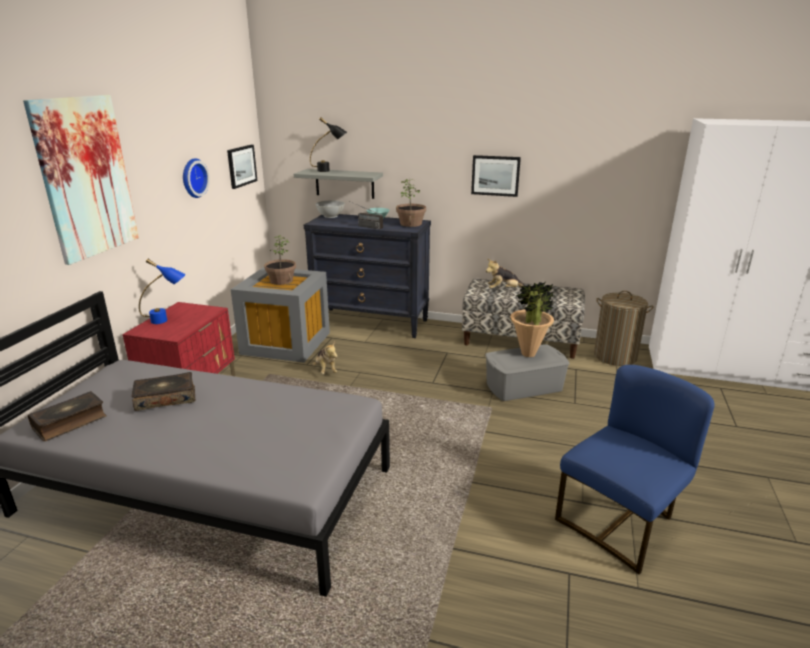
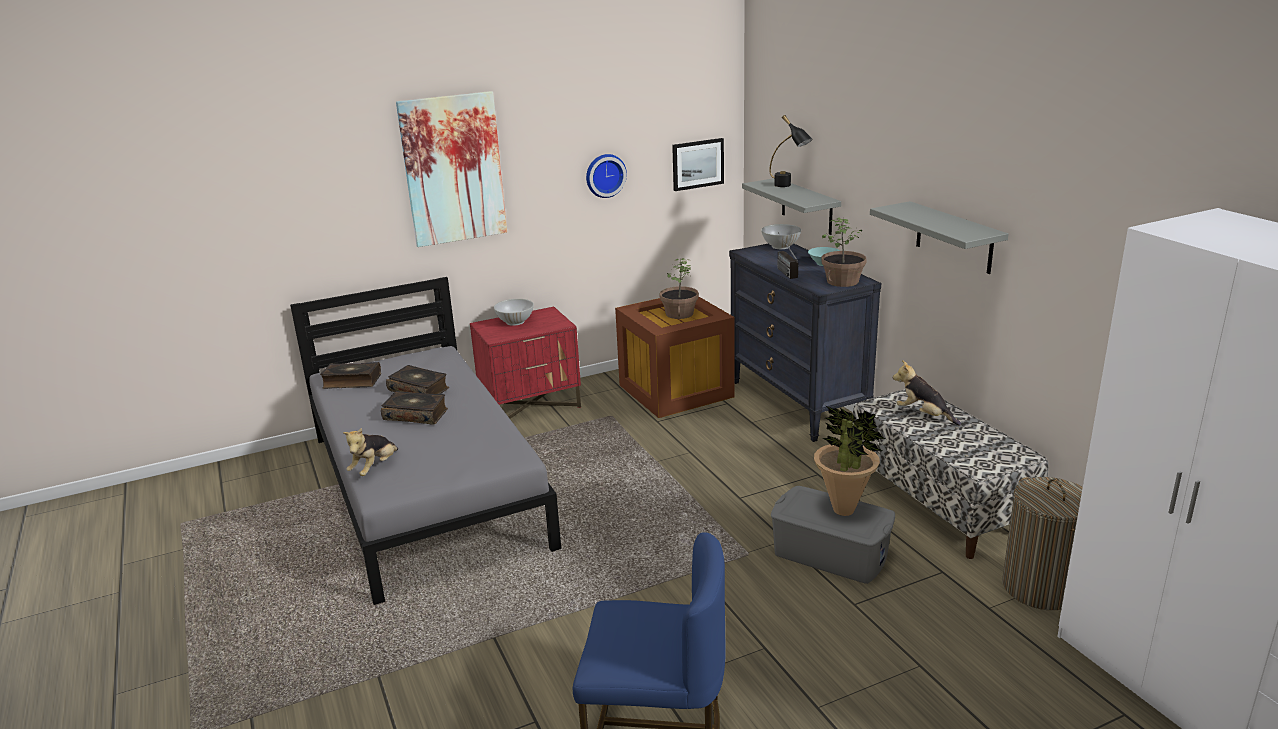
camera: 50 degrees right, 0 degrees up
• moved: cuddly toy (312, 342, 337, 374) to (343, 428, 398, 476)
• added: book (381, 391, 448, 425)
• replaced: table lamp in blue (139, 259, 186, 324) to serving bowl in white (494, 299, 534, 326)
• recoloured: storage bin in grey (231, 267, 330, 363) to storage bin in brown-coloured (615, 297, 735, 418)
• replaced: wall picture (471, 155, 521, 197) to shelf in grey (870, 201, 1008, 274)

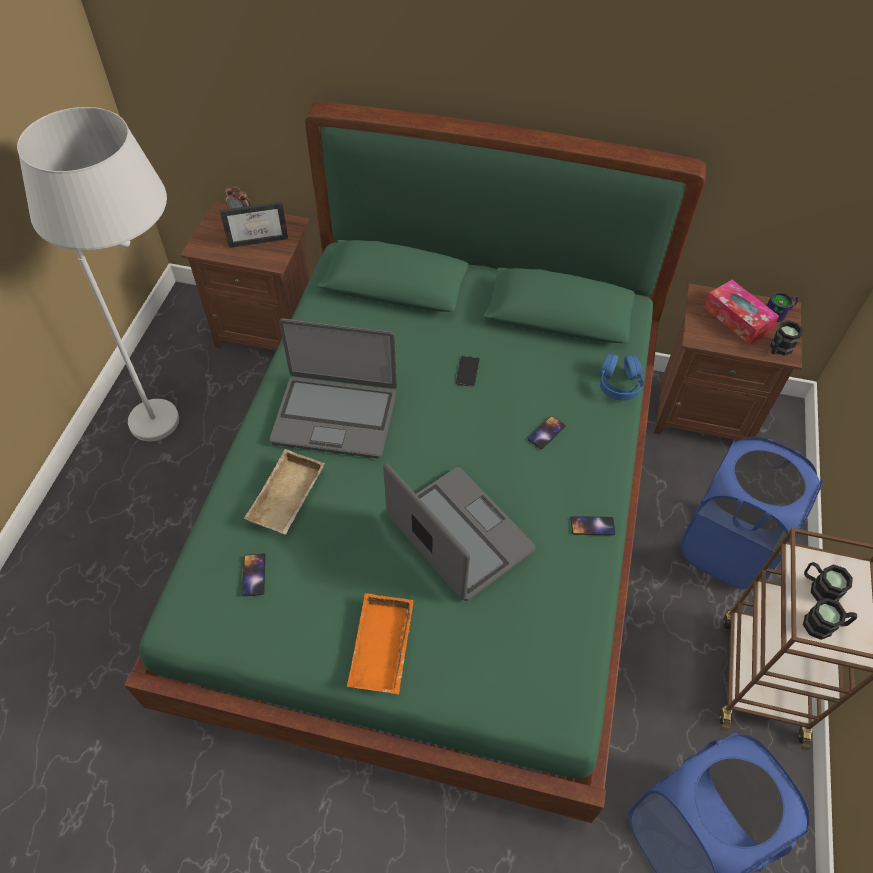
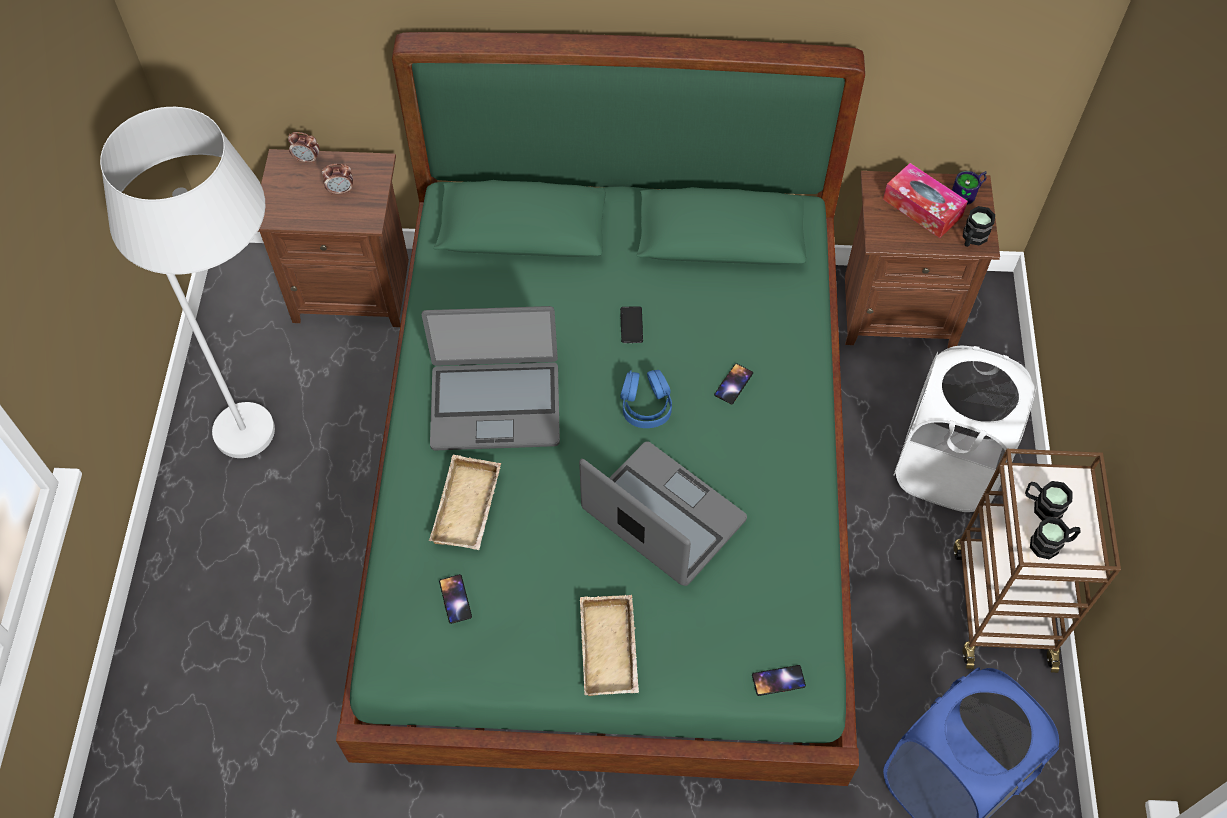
camera: 10 degrees left, 5 degrees up
• replaced: standing frame (220, 201, 288, 248) to table clock (322, 164, 353, 195)
• recoloured: tray in orangey (347, 593, 414, 694) to tray in beige (580, 595, 639, 696)
• moved: headset in blue (599, 352, 644, 400) to (620, 370, 672, 428)
• moved: telephone (571, 516, 615, 535) to (752, 665, 806, 696)
• recoloured: laundry basket in blue (679, 437, 823, 589) to laundry basket in white (893, 346, 1037, 512)

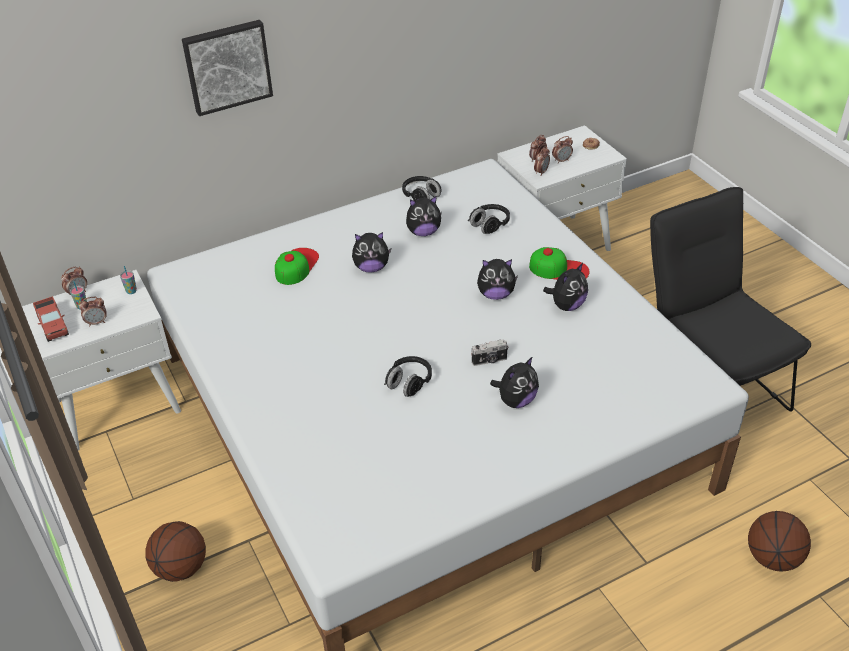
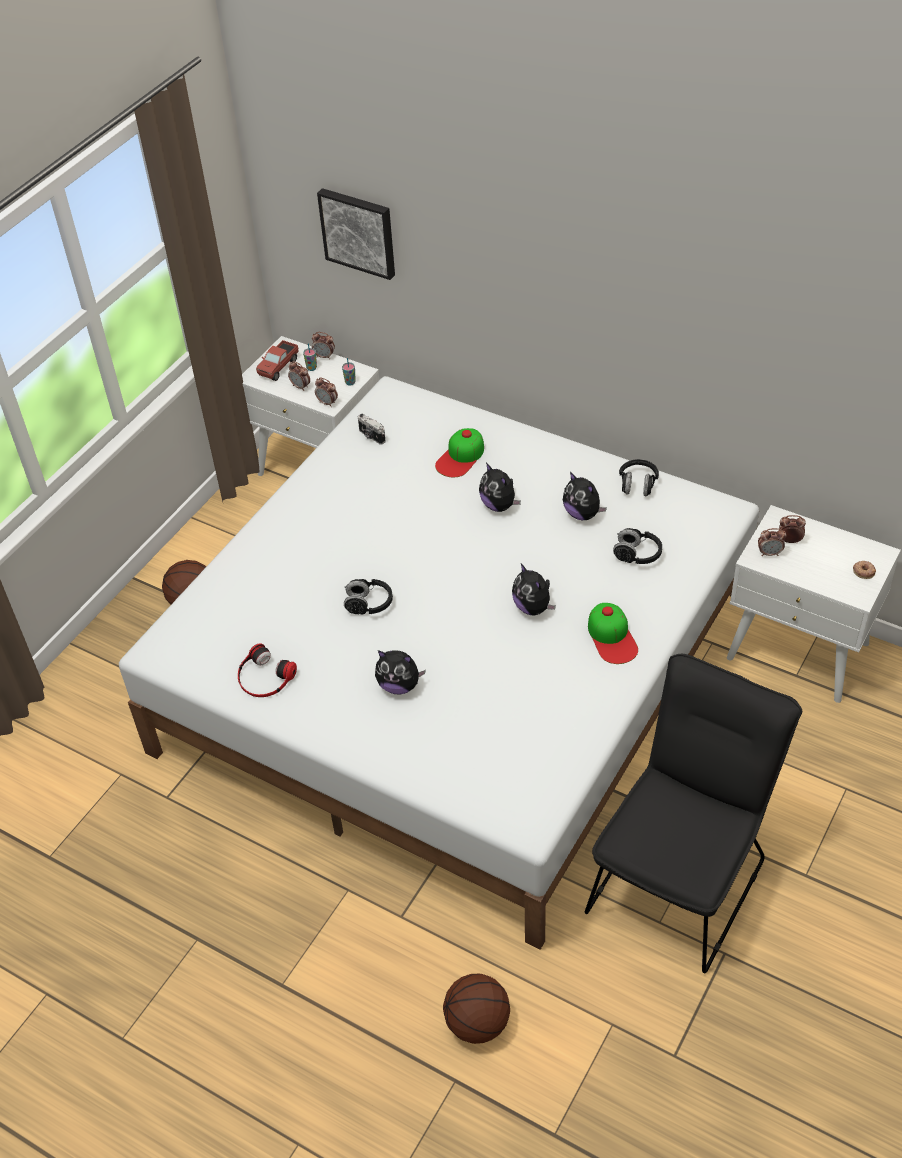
camera: 60 degrees right, 5 degrees up
• added: headset (238, 643, 297, 697)
• moved: table clock (552, 136, 573, 164) to (315, 378, 338, 407)
• moved: wall picture (182, 20, 273, 116) to (317, 188, 395, 280)
• moved: still camera (471, 339, 509, 366) to (358, 414, 386, 445)
• turned: peaked cap (275, 248, 319, 285) = (435, 428, 484, 477) 135 degrees clockwise
• removed: cuddly toy (543, 263, 588, 311)

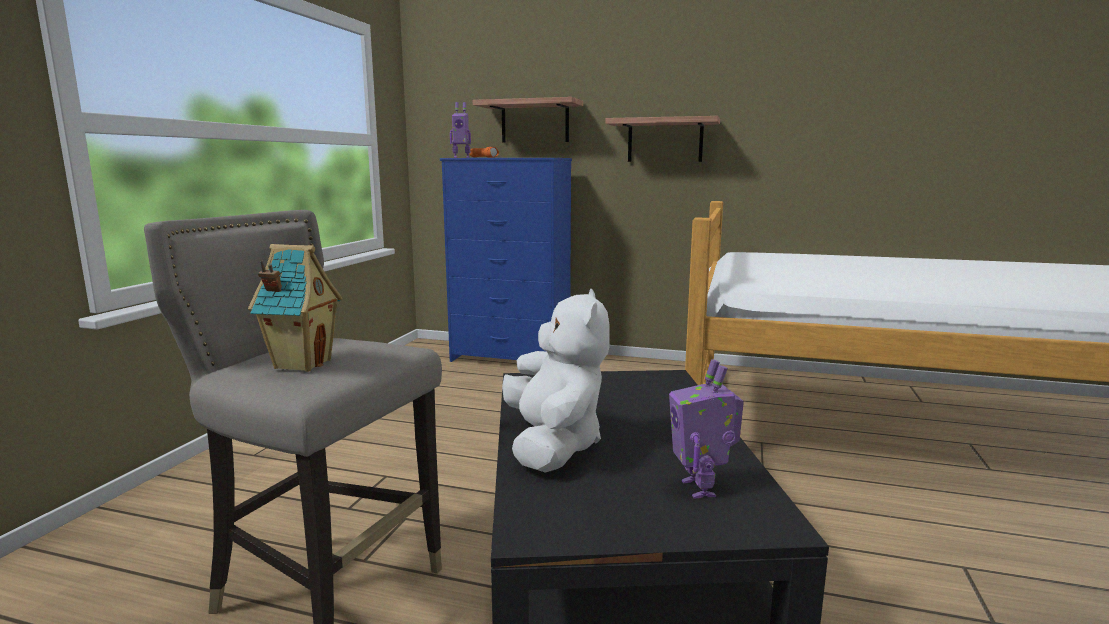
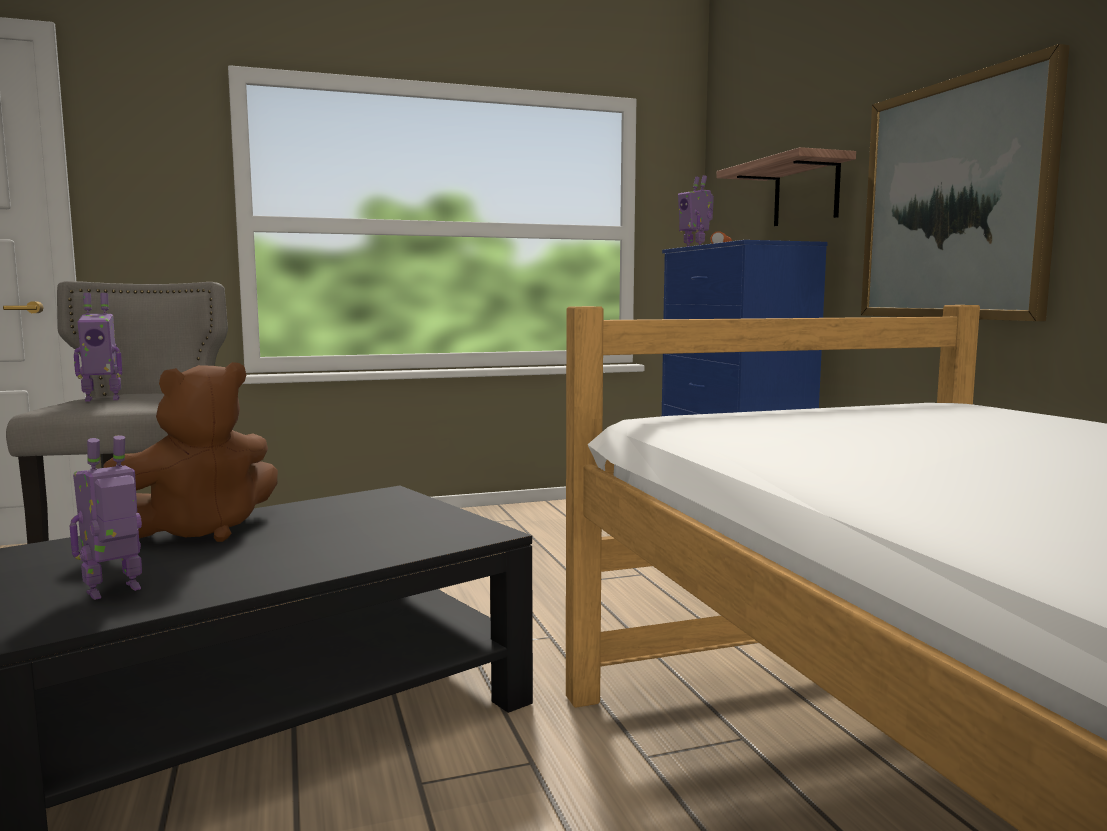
camera: 55 degrees right, 5 degrees down
• replaced: model house (248, 244, 342, 372) to toy robot (74, 293, 122, 402)
• recoloured: cuddly toy in white (502, 289, 610, 473) to cuddly toy in brown-coloured (103, 362, 278, 542)
• replaced: shelf (605, 116, 720, 162) to wall picture (861, 44, 1070, 321)

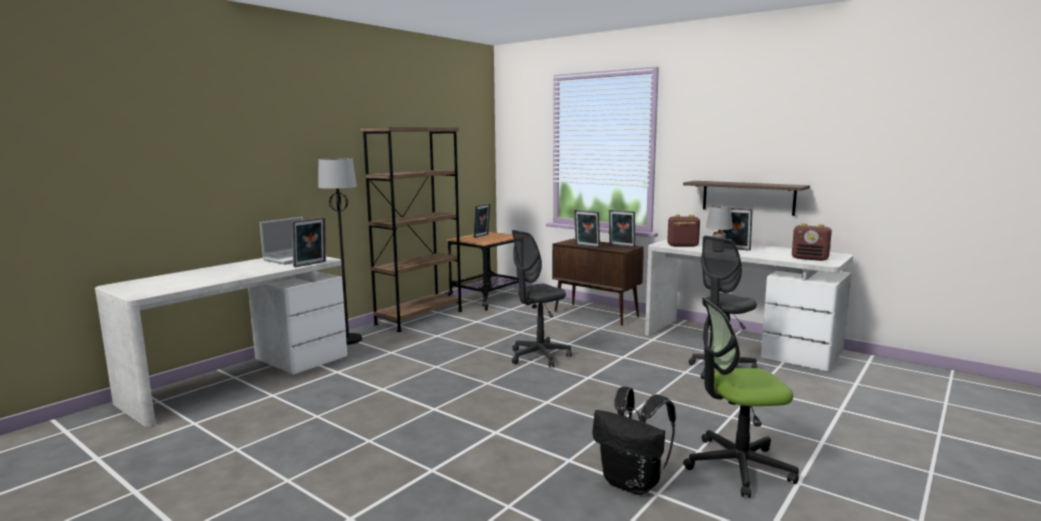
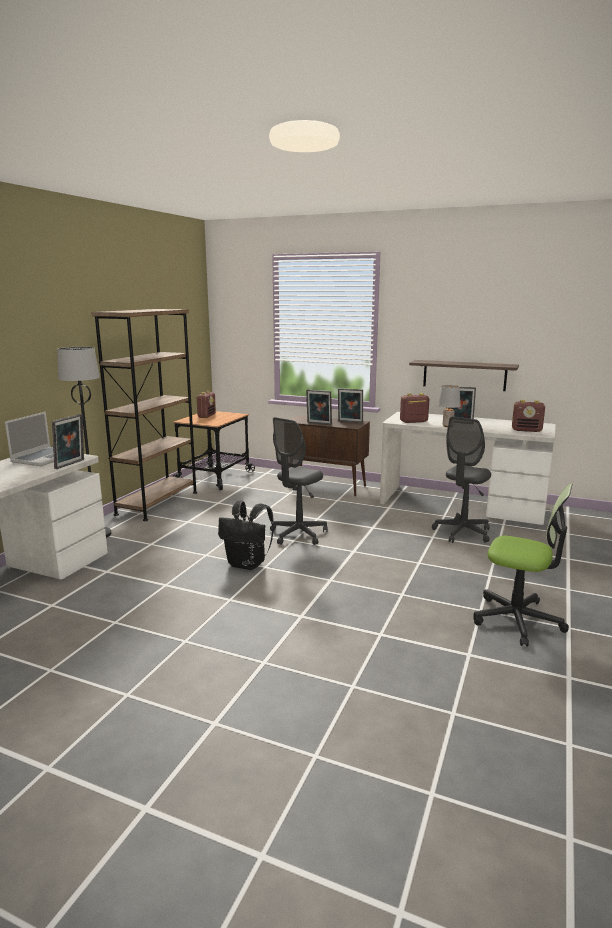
camera: 15 degrees left, 5 degrees up
• replaced: standing frame (474, 204, 490, 238) to radio receiver (196, 391, 216, 418)
• moved: knapsack in black-coloured (592, 387, 676, 495) to (218, 501, 274, 570)
• turned: desk chair (683, 297, 799, 498) = (473, 483, 573, 646) 135 degrees counterclockwise

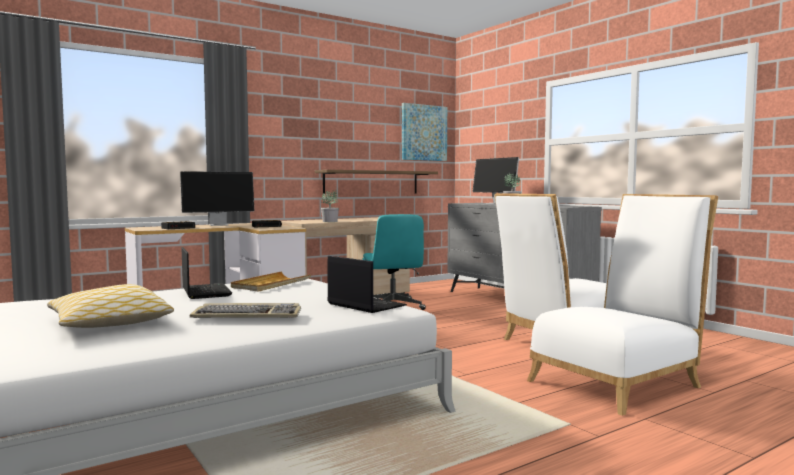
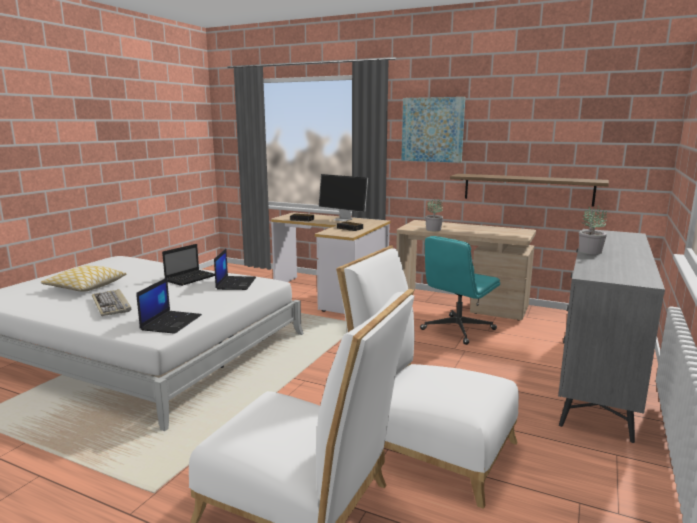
camera: 60 degrees right, 10 degrees up
• replaced: tray in beige (231, 271, 311, 292) to portable computer (214, 249, 256, 290)
• moved: wall picture (402, 103, 447, 161) to (401, 97, 465, 163)
• removed: monitor (472, 157, 519, 204)

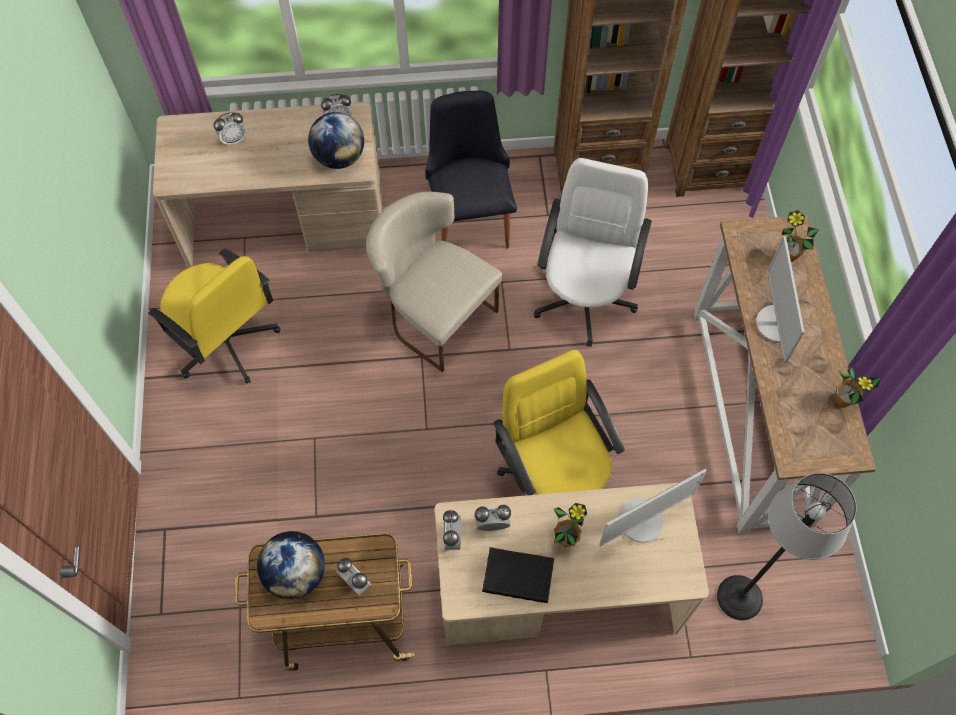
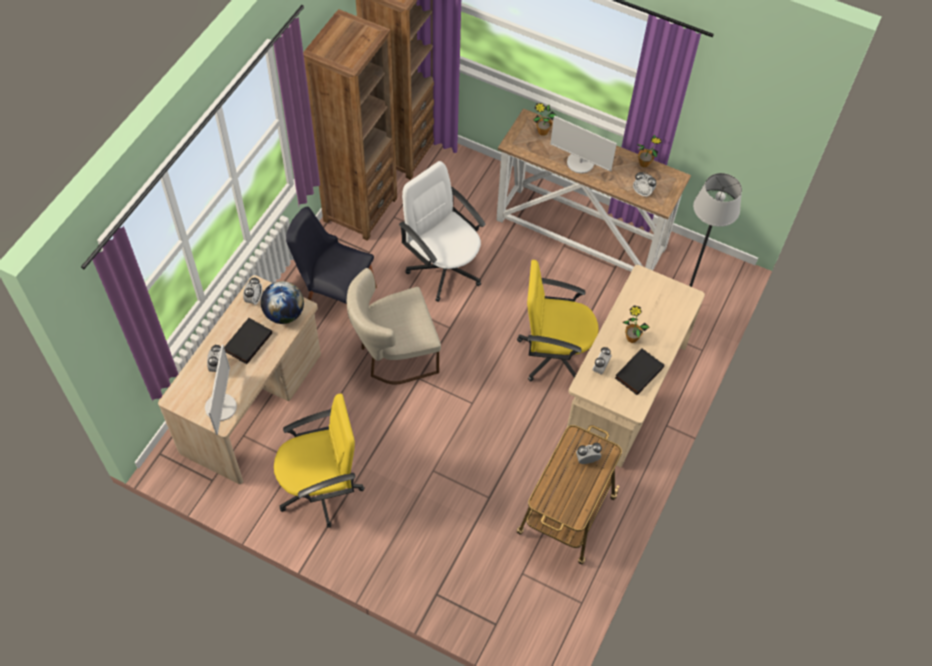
camera: 60 degrees left, 5 degrees down
• moved: monitor (599, 469, 707, 546) to (205, 345, 237, 435)
• added: book in black-coloured (224, 318, 272, 364)
• moved: table clock (443, 510, 461, 550) to (633, 172, 656, 197)
• removed: globe (257, 531, 325, 599)

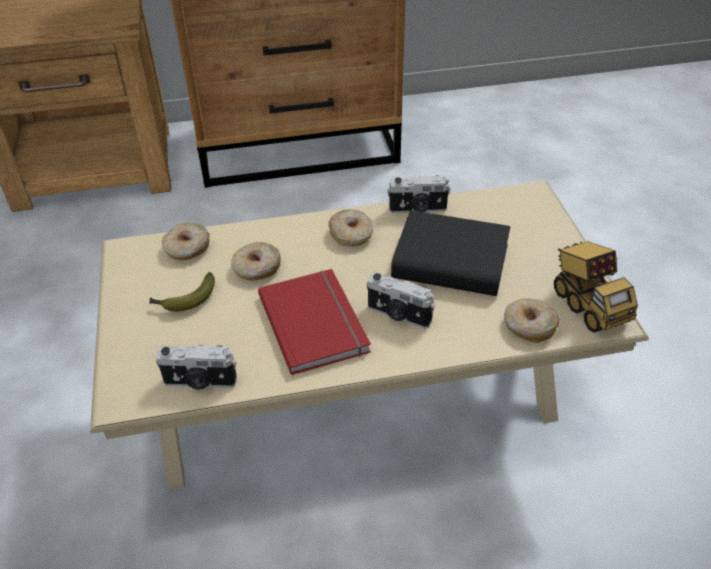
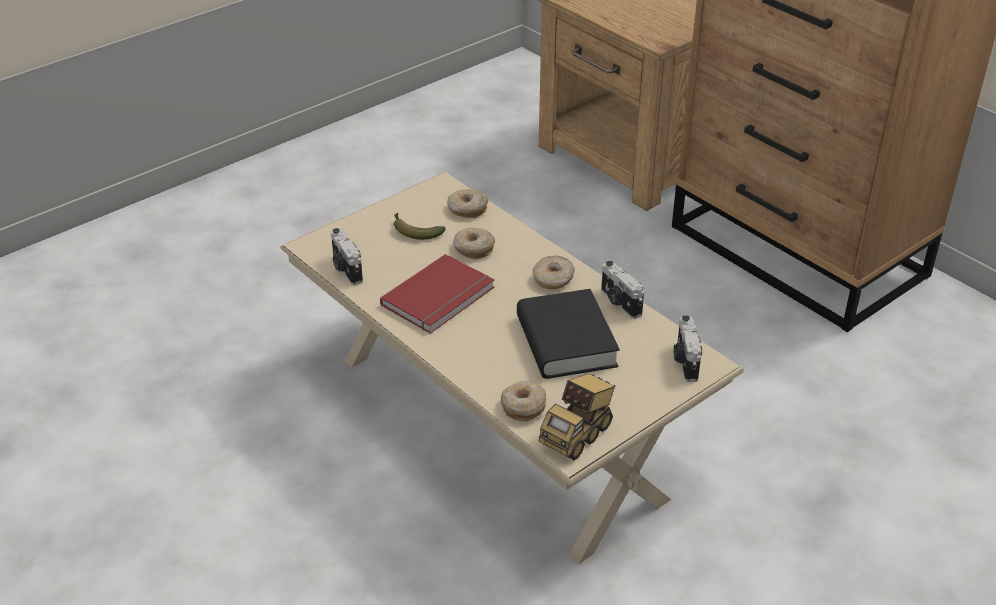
camera: 60 degrees right, 5 degrees down
• moved: still camera (367, 273, 435, 329) to (674, 315, 702, 382)

